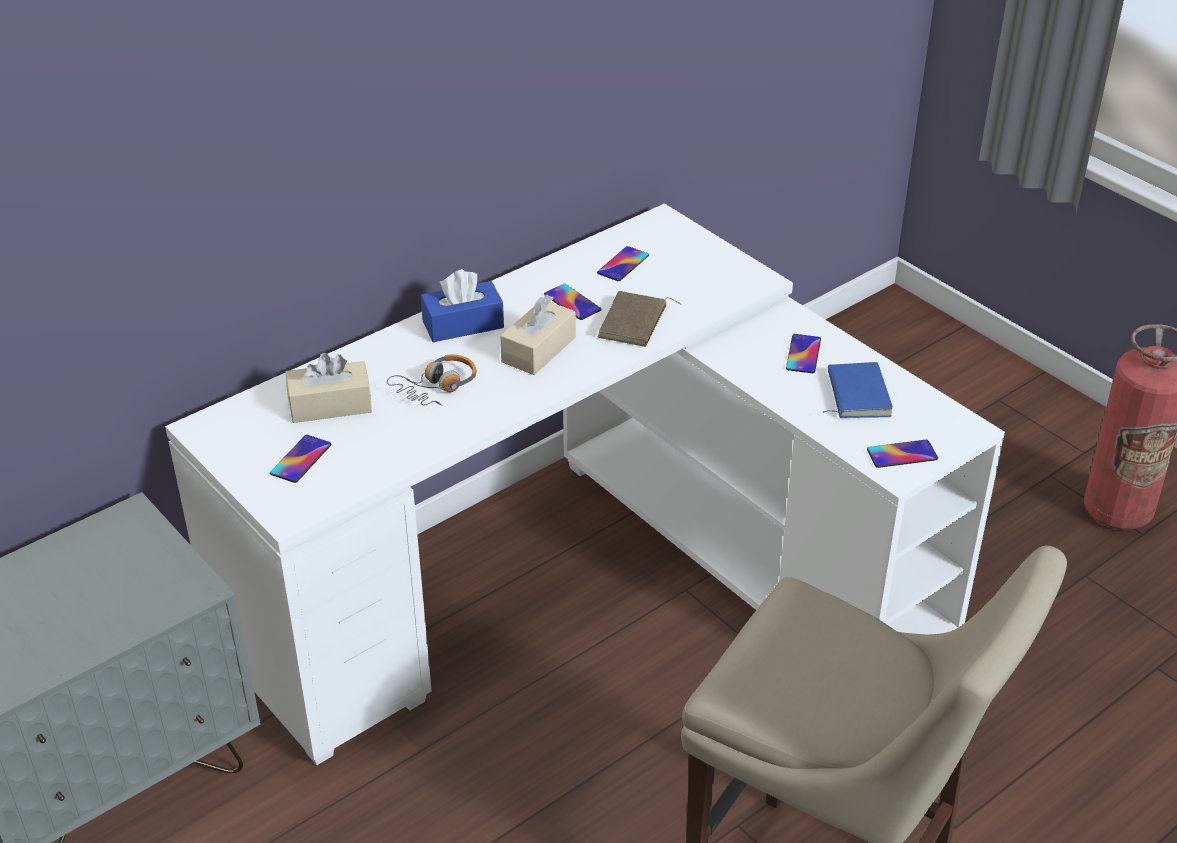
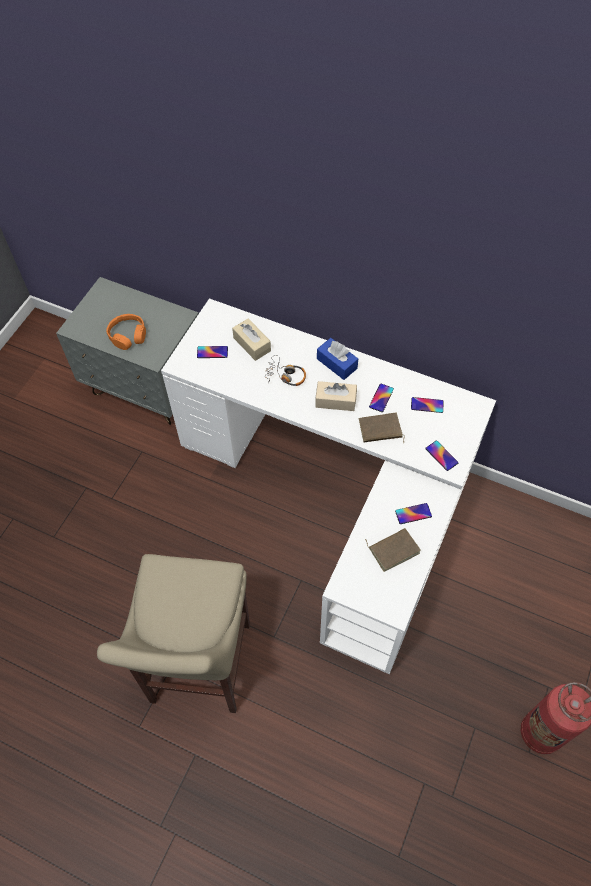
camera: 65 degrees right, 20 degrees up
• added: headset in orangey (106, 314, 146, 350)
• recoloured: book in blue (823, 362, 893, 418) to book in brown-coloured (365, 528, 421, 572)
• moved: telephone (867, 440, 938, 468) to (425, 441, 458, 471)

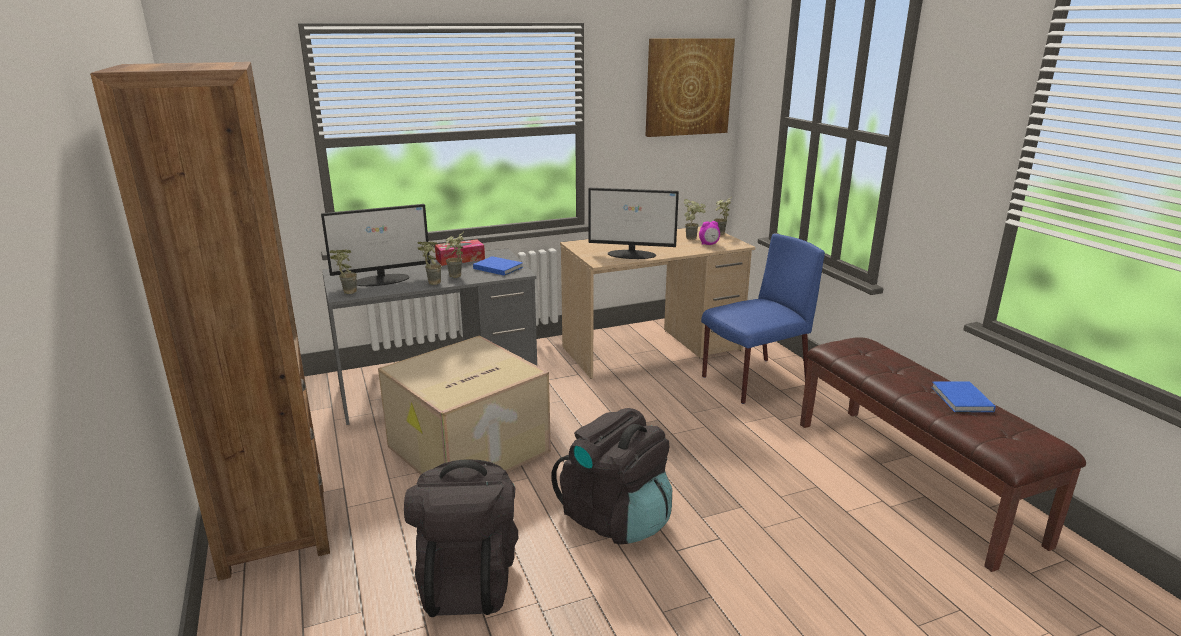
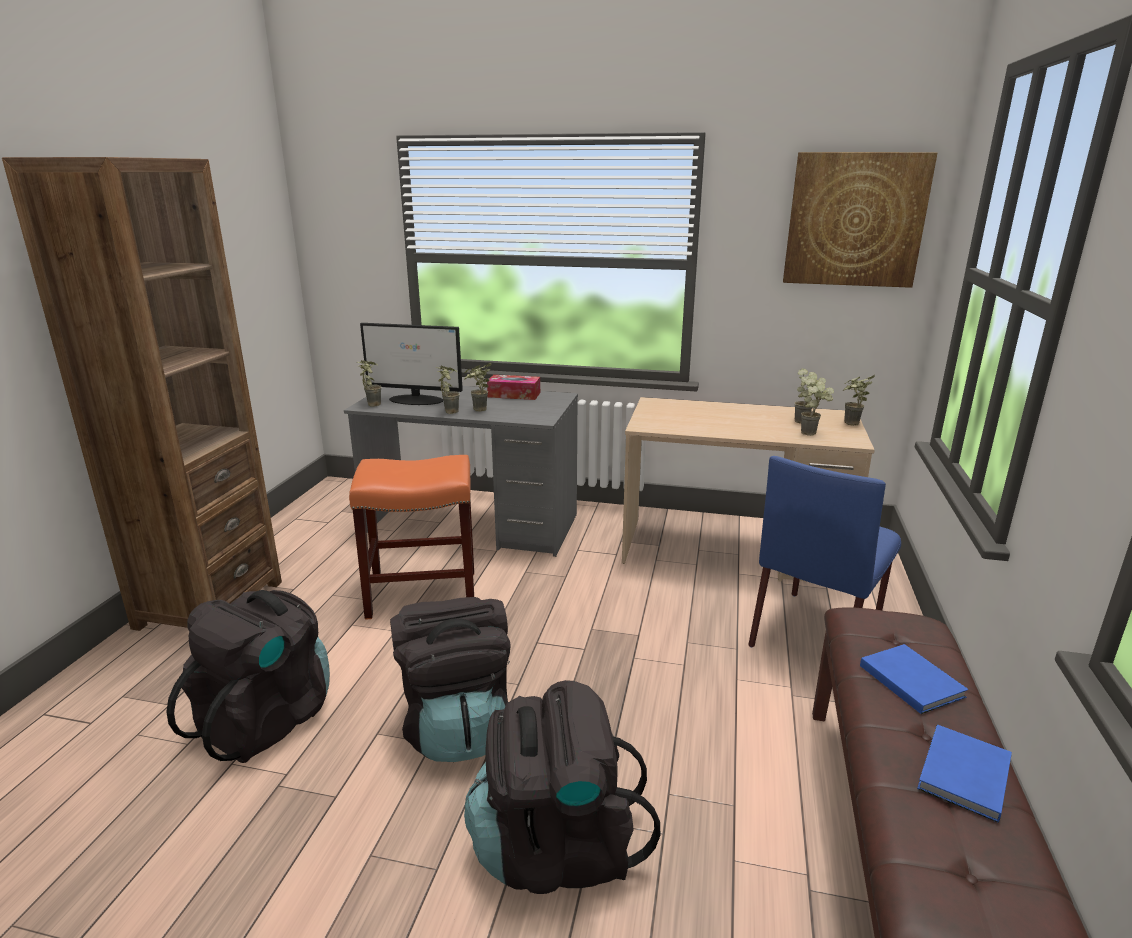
camera: 35 degrees right, 0 degrees up
• replaced: packing box (378, 335, 551, 475) to stool seat in orangey (349, 455, 474, 620)
• added: knapsack in black-coloured (464, 680, 660, 894)
• turned: plain chair in blue (701, 234, 825, 404) = (748, 456, 901, 647) 120 degrees clockwise
• replaced: table clock (699, 221, 720, 245) to potted plant (801, 377, 834, 436)
• moved: book in blue (473, 256, 523, 276) to (860, 644, 968, 714)
• removed: monitor (588, 188, 679, 259)

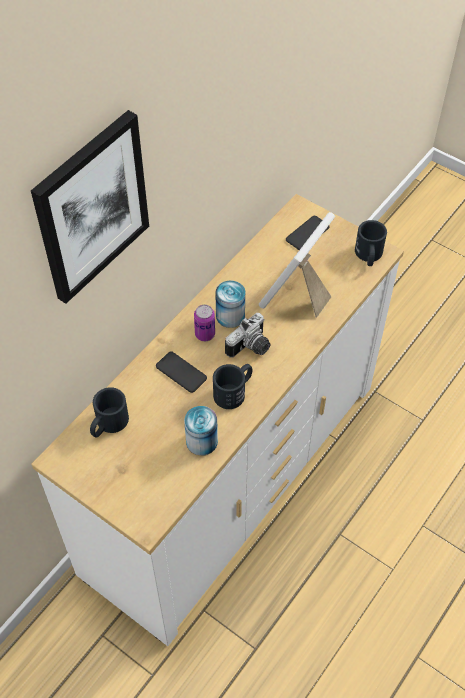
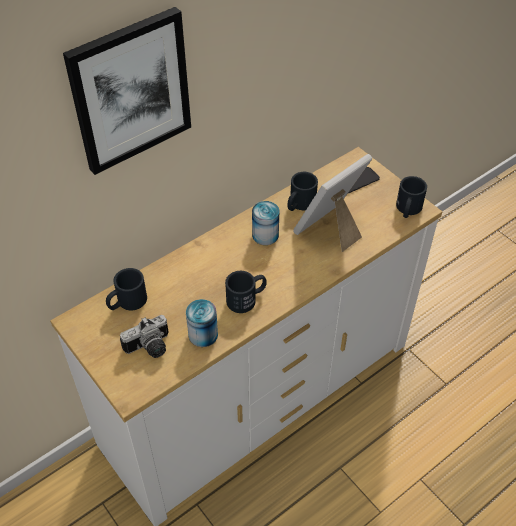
camera: 15 degrees right, 5 degrees down
• moved: still camera (225, 313, 271, 358) to (120, 315, 169, 358)
• added: tea mug in black-coloured (287, 172, 318, 211)
• removed: telephone (156, 352, 207, 393)
• removed: can (194, 305, 215, 341)

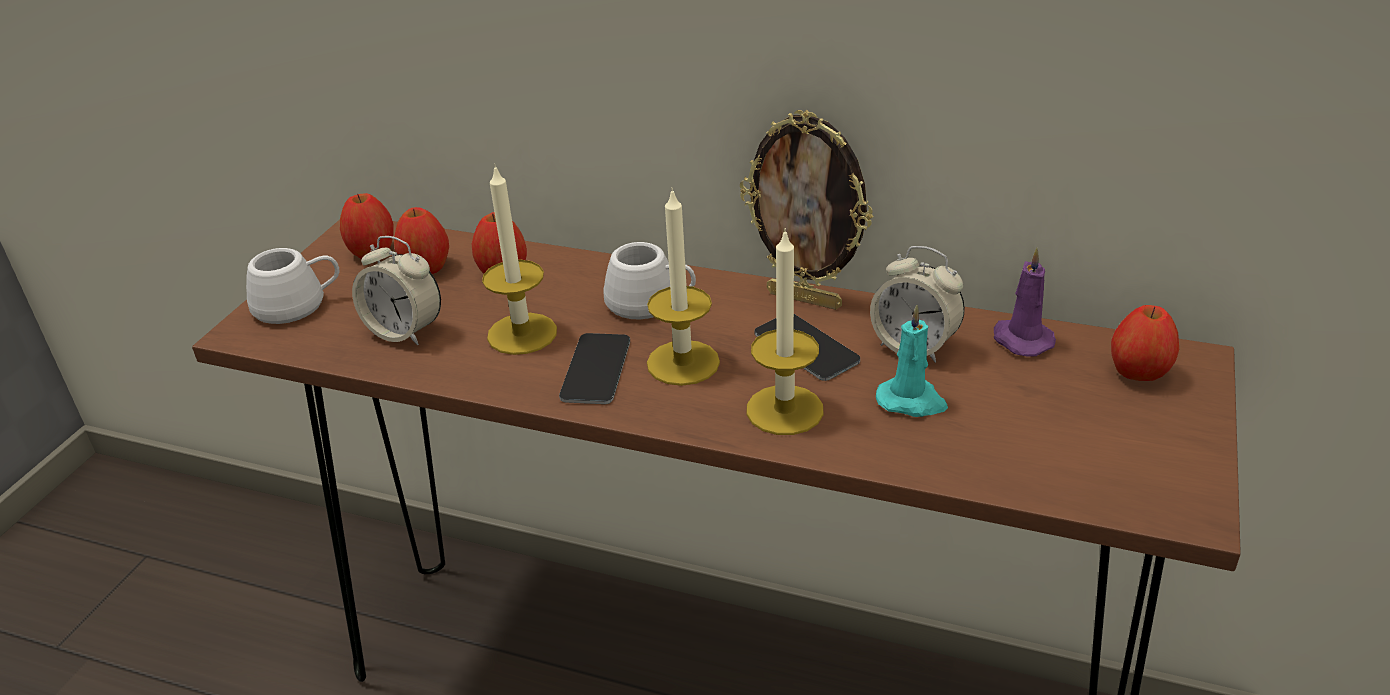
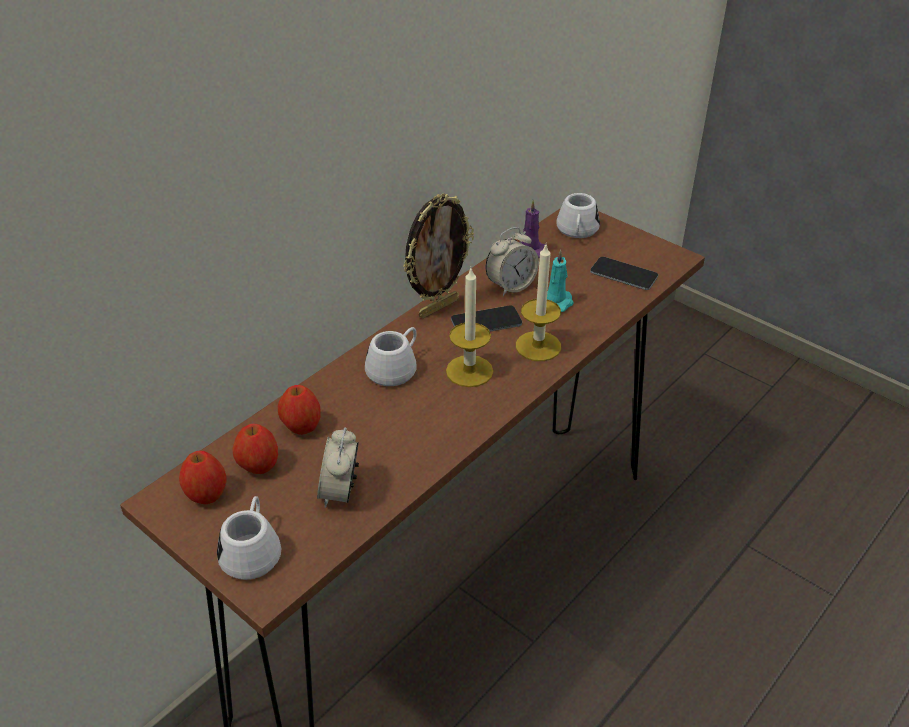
camera: 70 degrees left, 5 degrees up
• turned: table clock (352, 236, 441, 345) = (317, 427, 359, 508) 135 degrees clockwise
• replaced: apple (1111, 305, 1179, 381) to tea mug in white (556, 193, 600, 238)
• moved: telephone (559, 333, 630, 404) to (590, 257, 658, 290)
• removed: wax candle (482, 165, 557, 355)

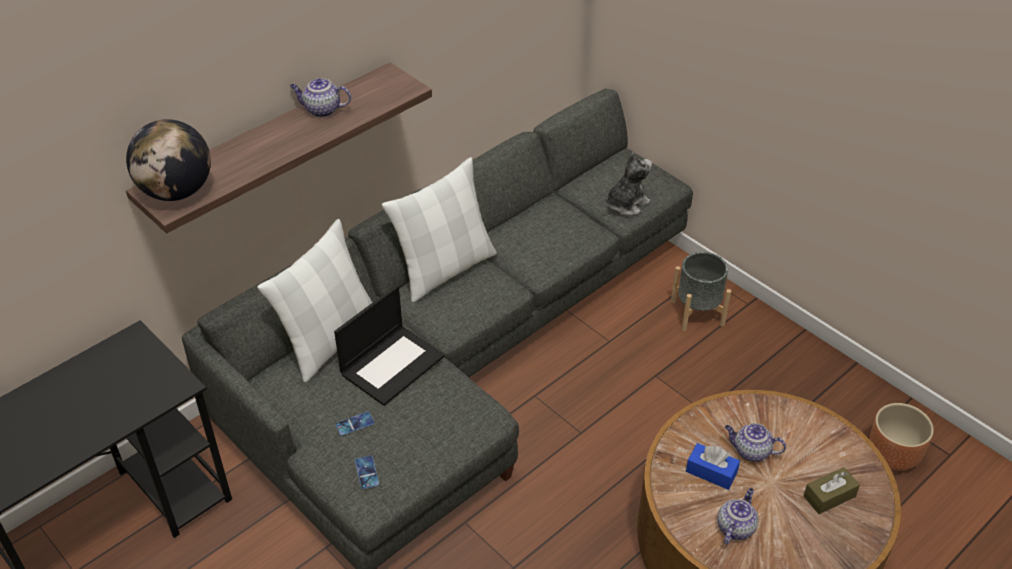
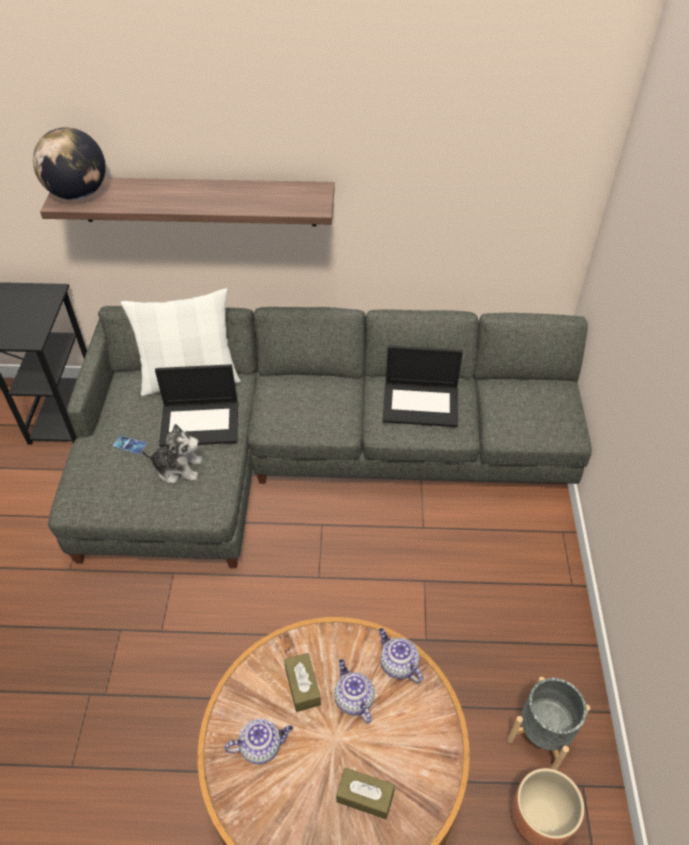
camera: 45 degrees right, 5 degrees up
• moved: cuddly toy (605, 153, 652, 216) to (141, 424, 203, 484)
• recoloured: tissue box in blue (686, 443, 740, 490) to tissue box in brown-coloured (284, 653, 321, 712)
• moved: teapot (290, 78, 351, 117) to (379, 628, 423, 683)
• added: portable computer (382, 346, 463, 427)
• moved: flower pot in grey (671, 252, 731, 331) to (507, 677, 590, 770)
• removed: telephone (355, 455, 379, 489)
• removed: pillow in white (382, 157, 497, 302)

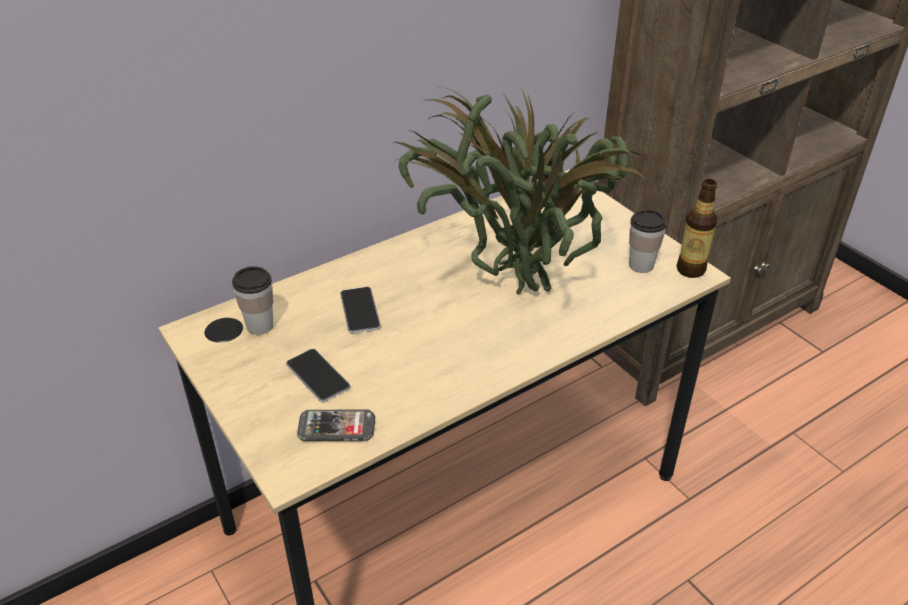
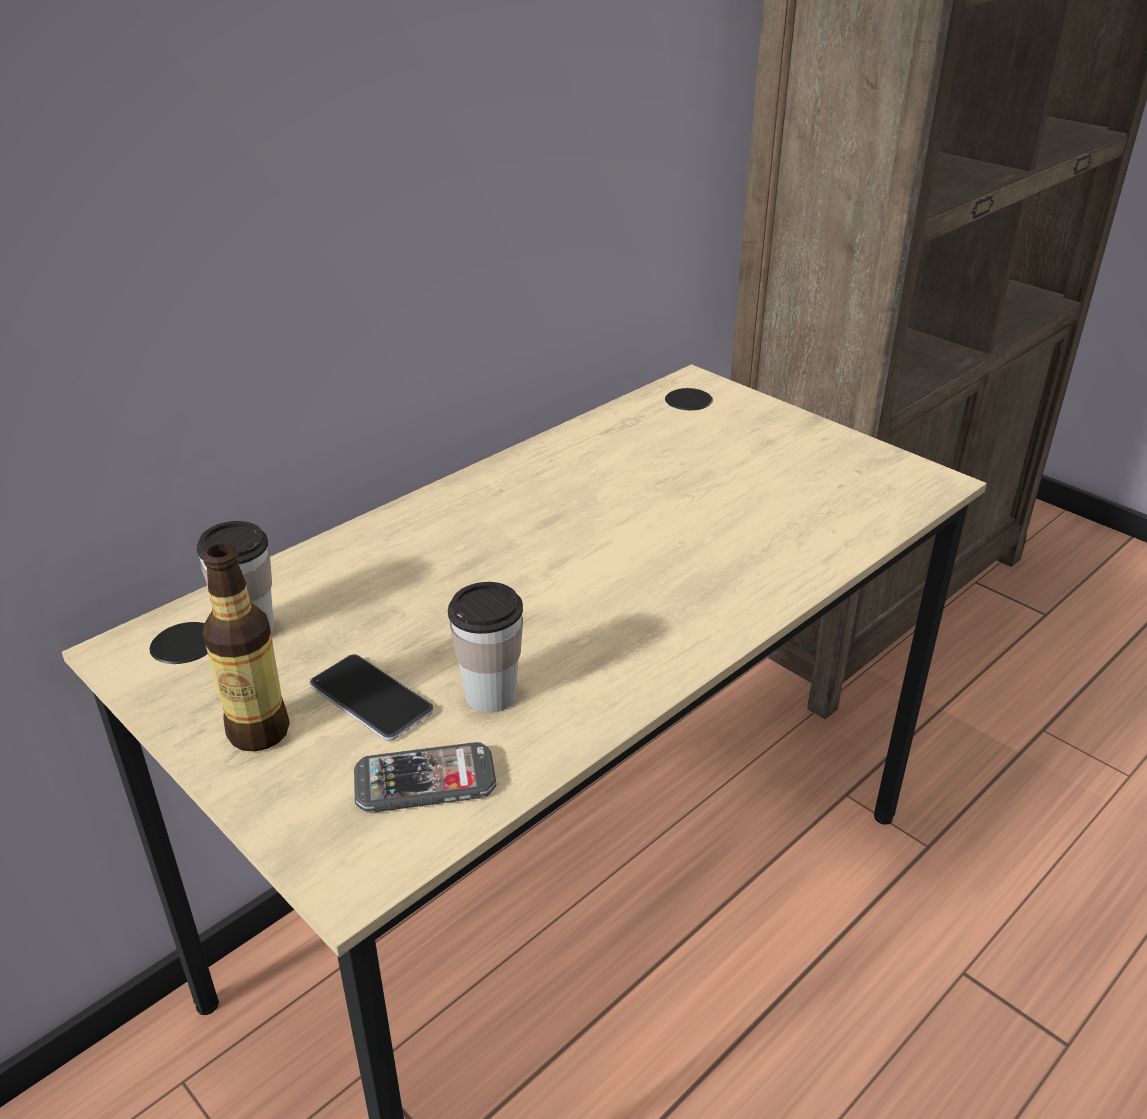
camera: 10 degrees left, 5 degrees down
• moved: drink bottle (677, 179, 717, 278) to (203, 544, 290, 751)
• moved: drinking cup (629, 209, 667, 273) to (448, 582, 523, 713)
• removed: telephone (340, 287, 381, 333)
• removed: potted plant (391, 87, 651, 294)

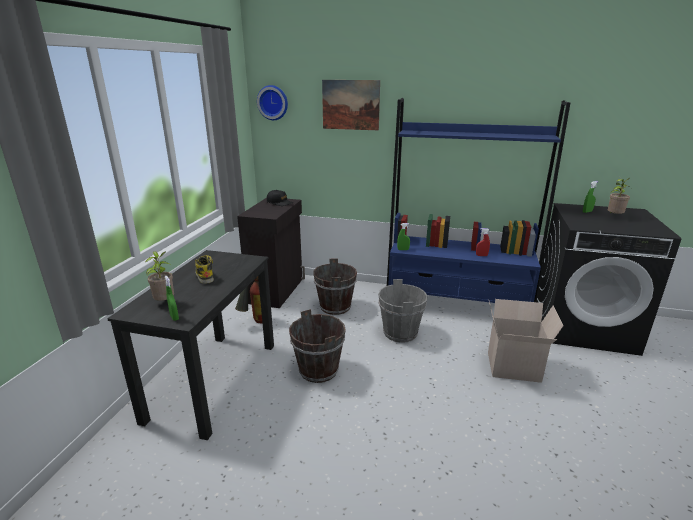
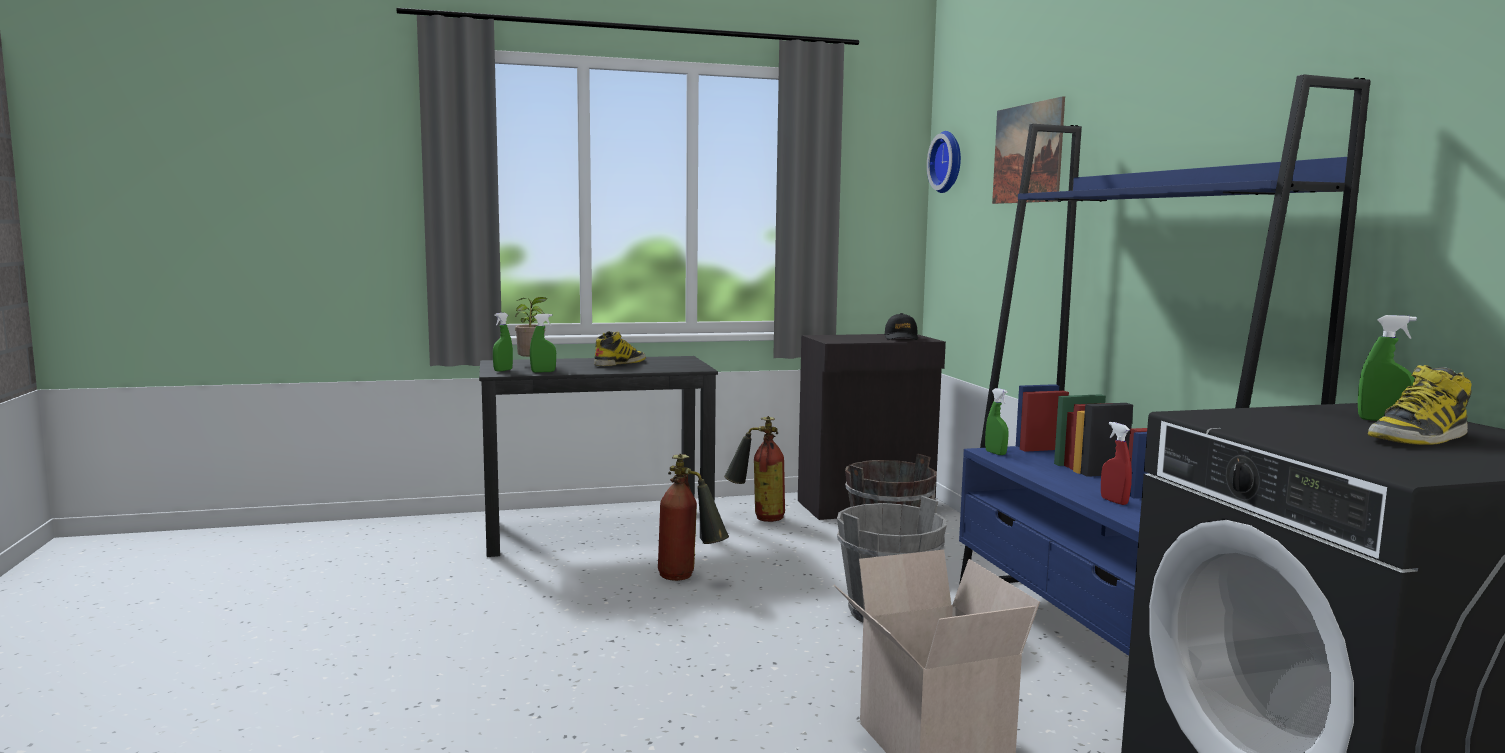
camera: 60 degrees right, 15 degrees down
• added: hand sprayer in greenish (530, 314, 556, 373)
• replaced: pail in brown-coloured (289, 309, 346, 383) to extinguisher (658, 454, 729, 581)
• replaced: potted plant (608, 178, 631, 214) to high-top boot (1368, 365, 1472, 445)

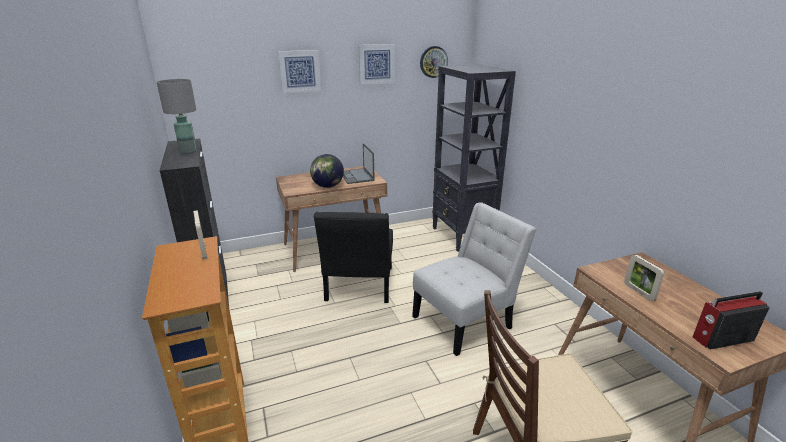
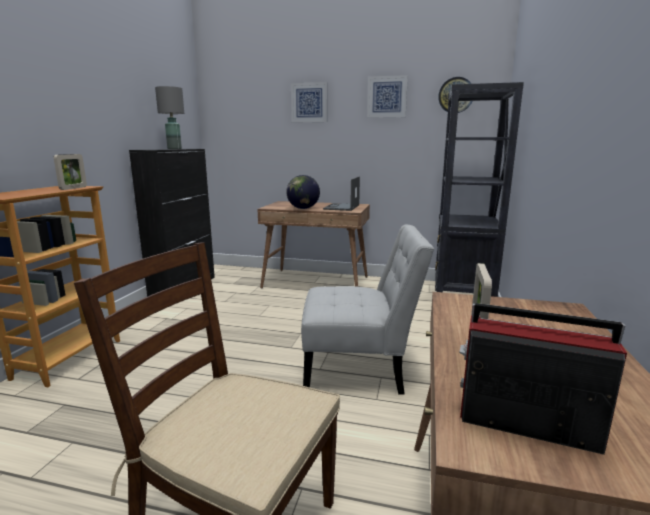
camera: 35 degrees right, 10 degrees down
• removed: plain chair in black-coloured (314, 212, 393, 303)

